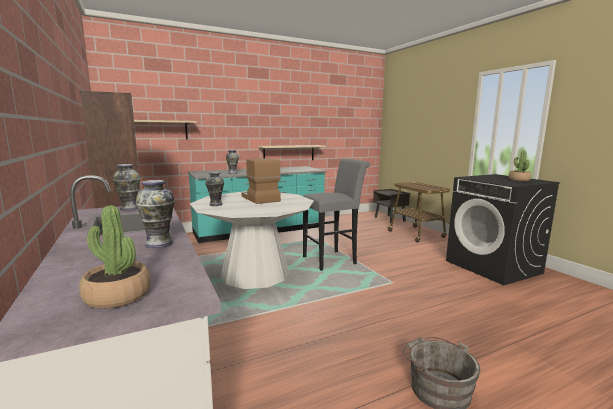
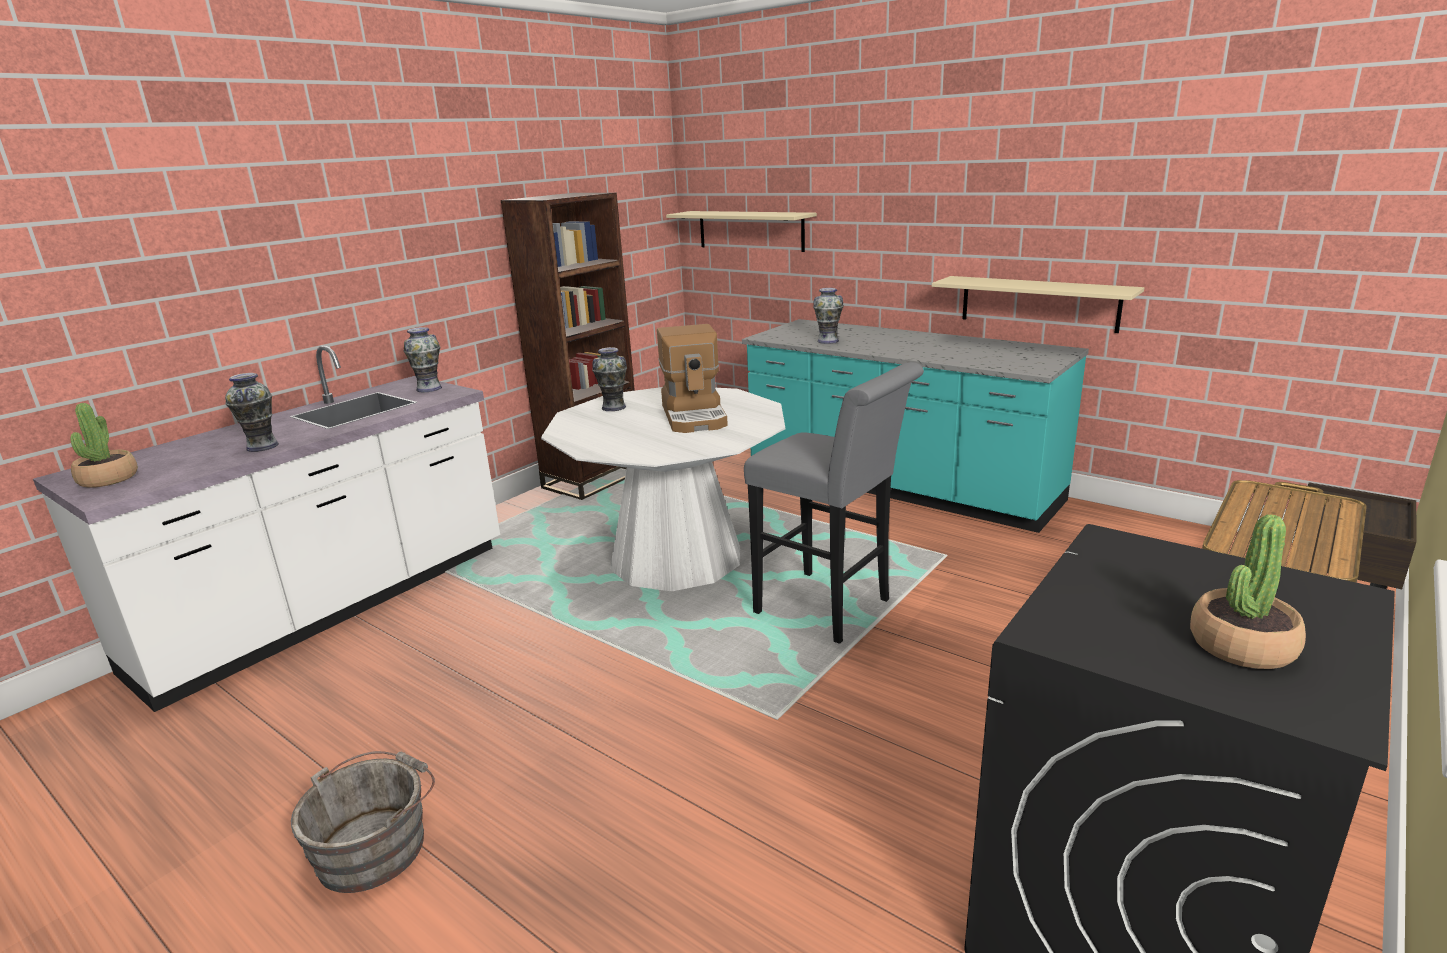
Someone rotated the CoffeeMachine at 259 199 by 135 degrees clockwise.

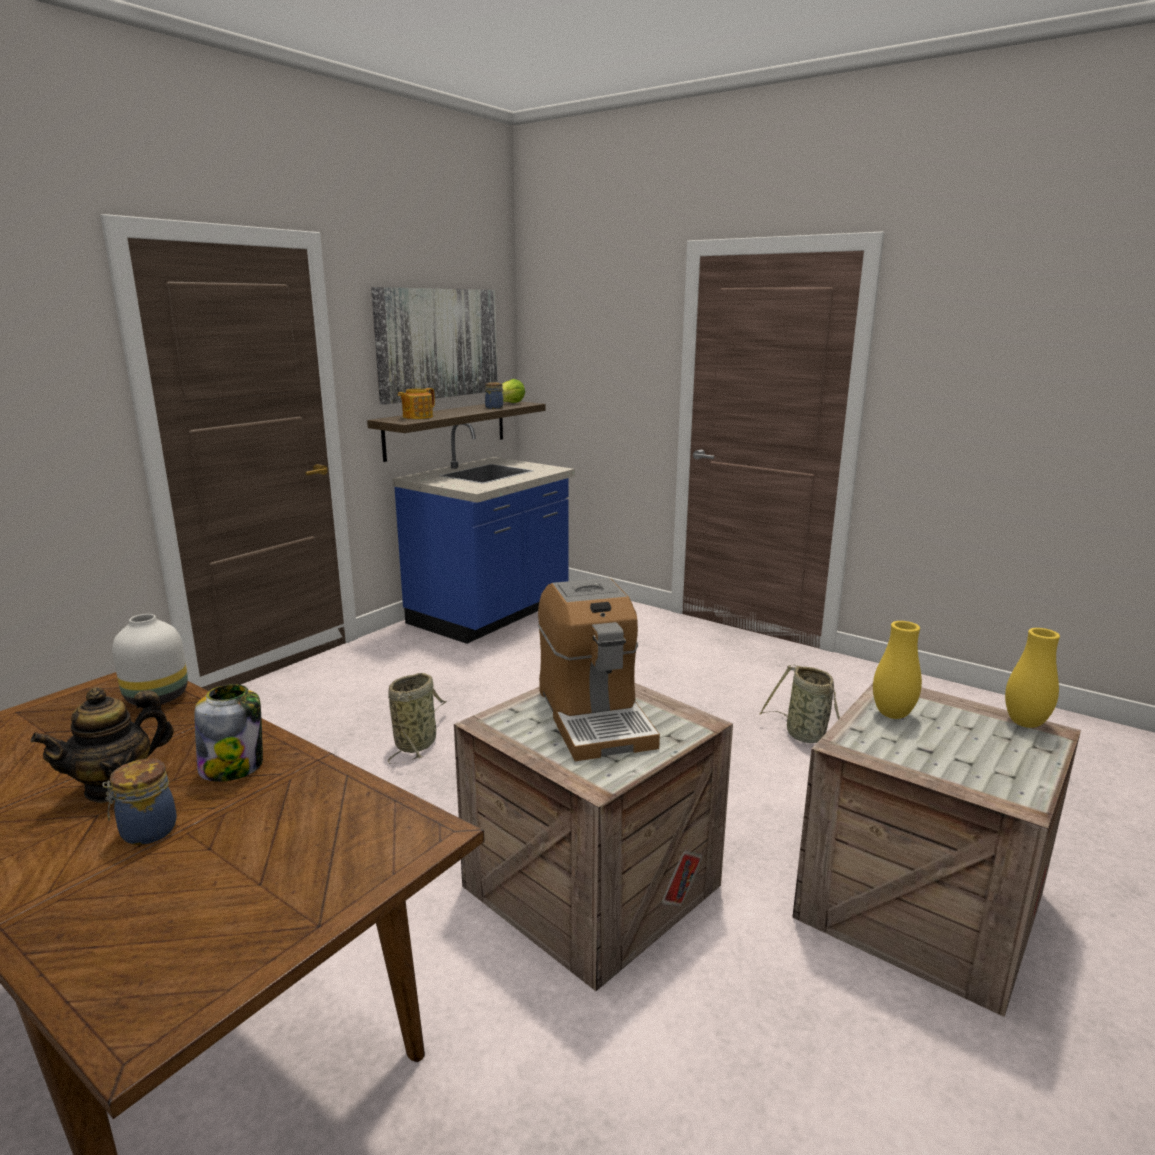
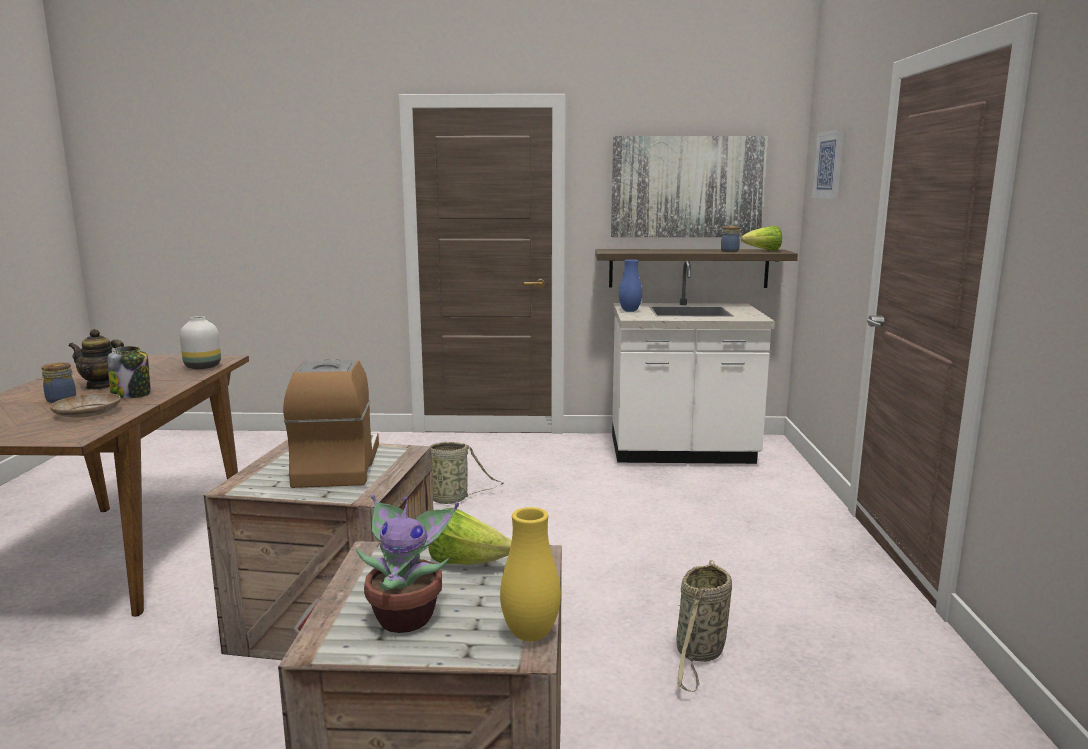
Someone took away the Teapot at 417 417. Someone repainted the BlueCounter at 491 614, which became the WhiteCounter at 682 452. Someone rotated the CoffeeMachine at 594 717 by 135 degrees clockwise. Someone swapped the YellowVase at 892 714 for the Lettuce at 467 563. Someone put up the Picture at 829 164. Someone put down the BlueVase at 630 311. Someone put down the BeigePlate at 87 413. Someone put down the PottedPlant at 407 617.

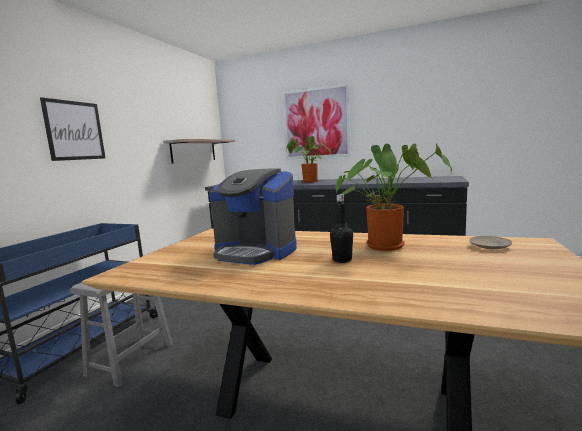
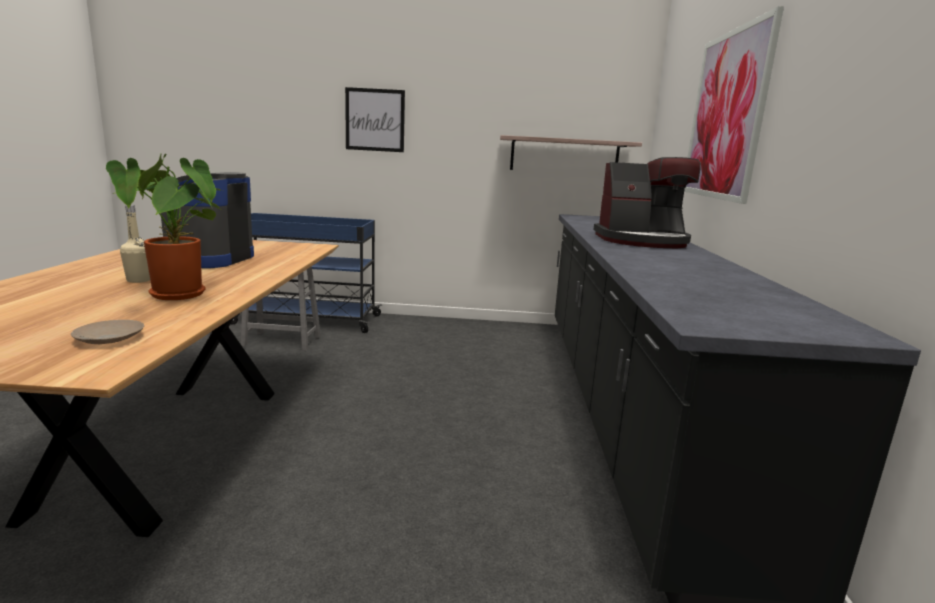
Someone swapped the PottedPlant at 308 181 for the CoffeeMachine at 642 241. Someone repainted the BlackBottle at 342 260, which became the BeigeBottle at 139 280.

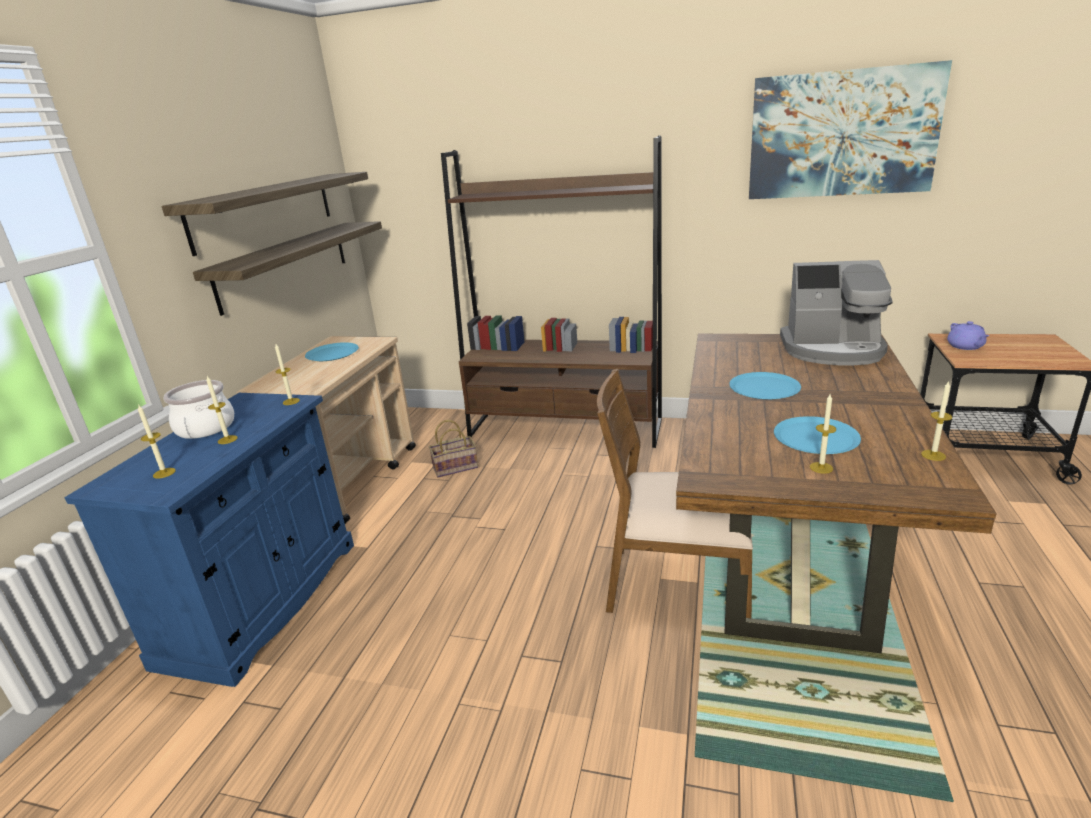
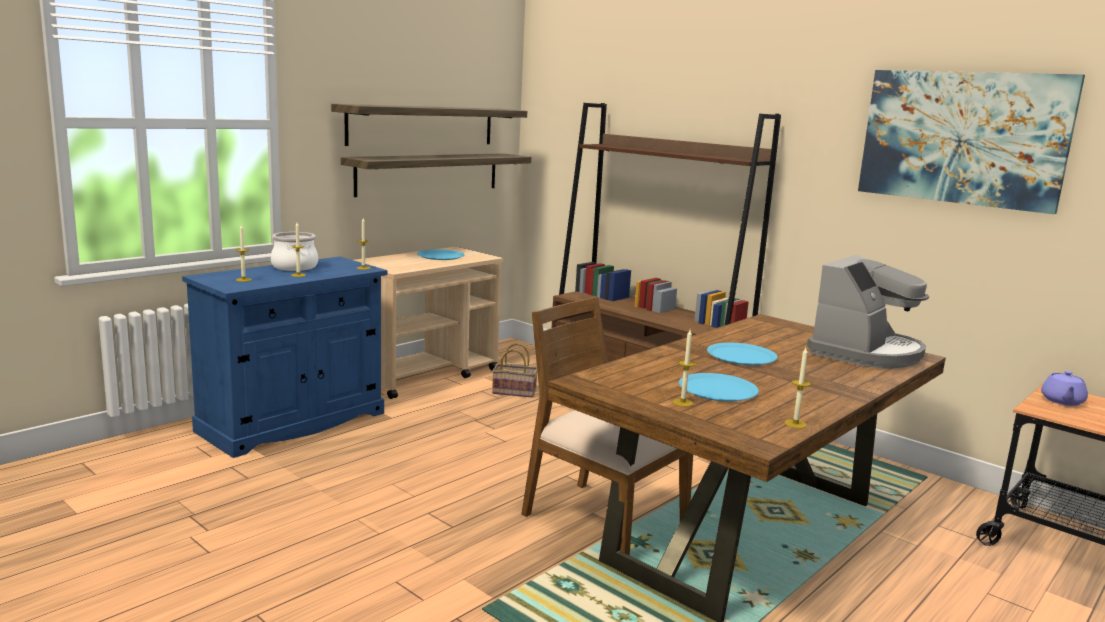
Someone rotated the CoffeeMachine at 833 350 by 90 degrees counterclockwise.

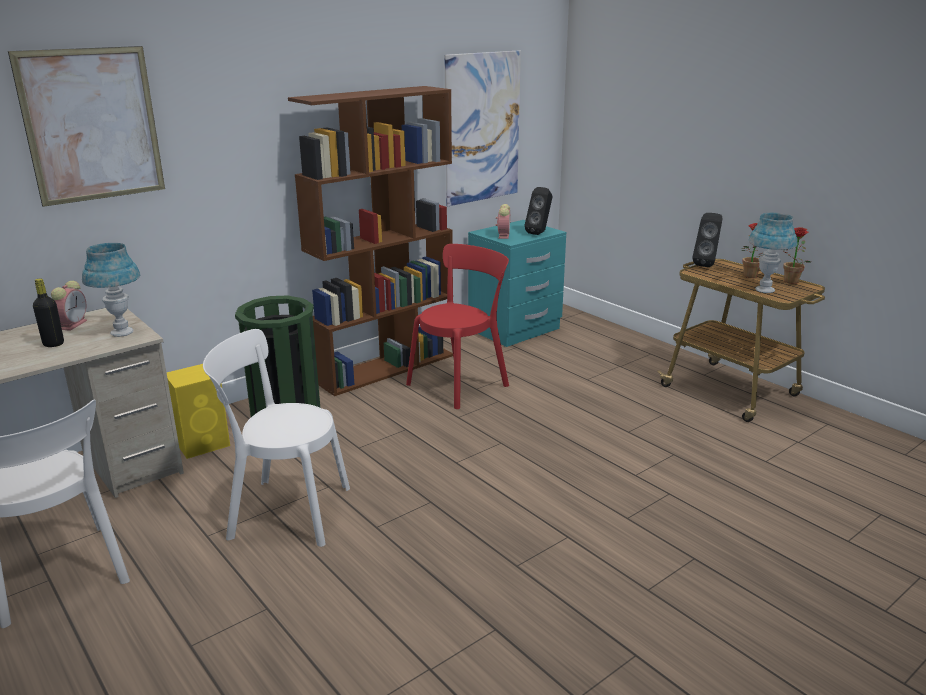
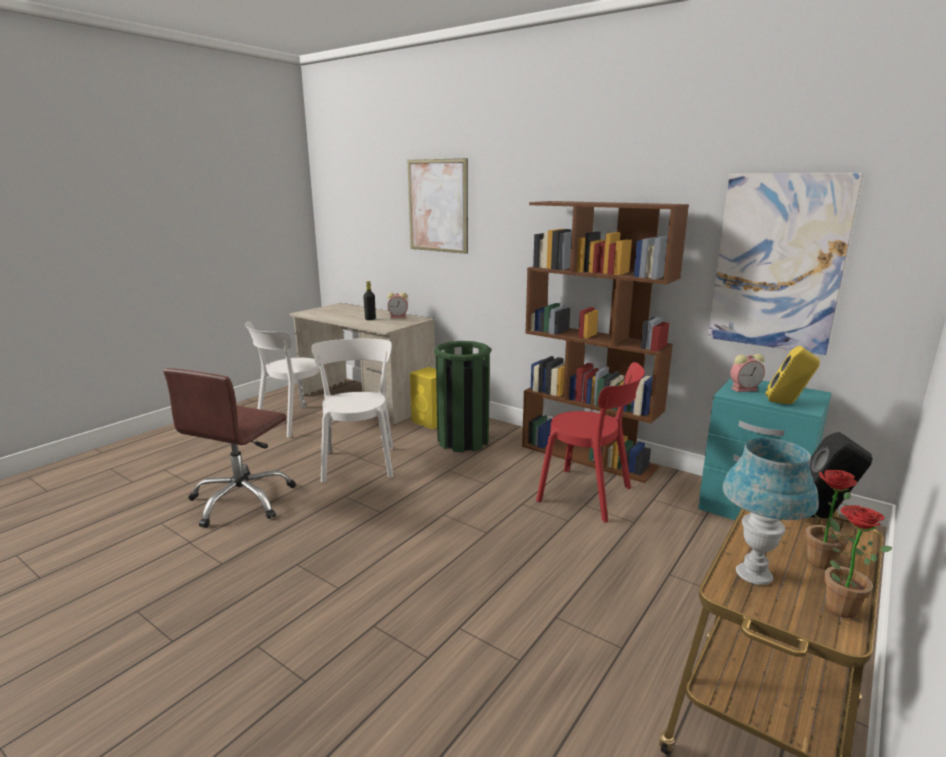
Someone repainted the BlackSpeaker at 539 233, which became the YellowSpeaker at 787 404. Someone took away the BlueTableLamp at 122 332. Someone put down the BrownOfficeChair at 242 500.

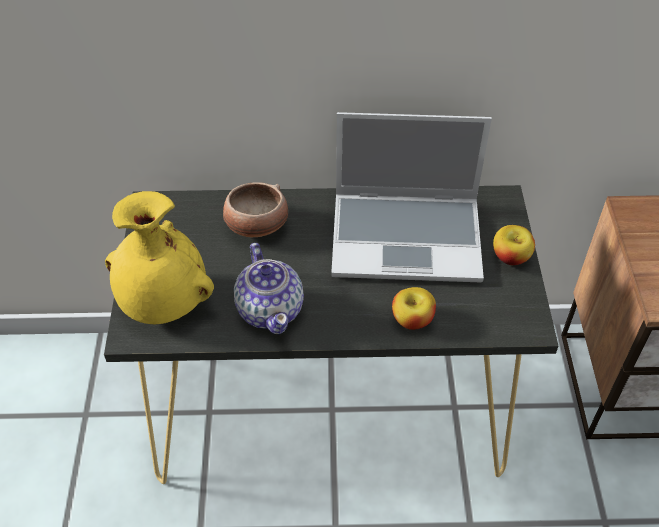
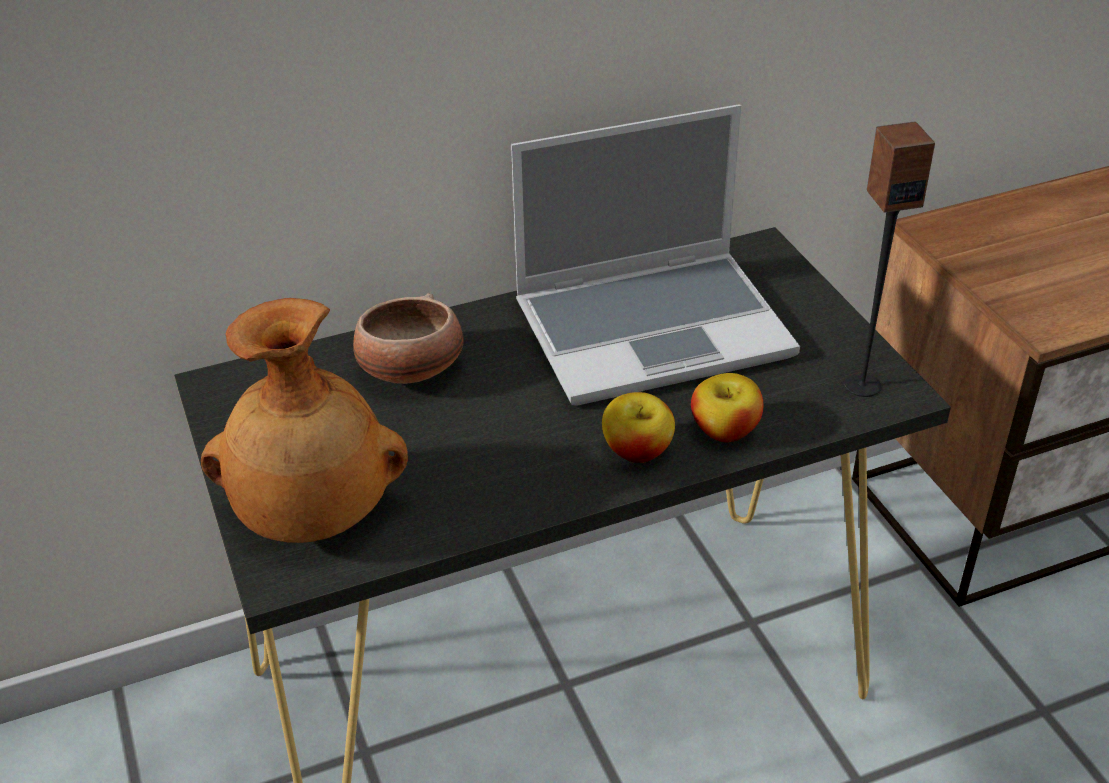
Someone repainted the YellowVase at 163 304, which became the BrownVase at 314 516. Someone carried the Apple from 510 257 to 637 451. Someone took away the Teapot at 270 309. Someone put down the Speaker at 862 384.

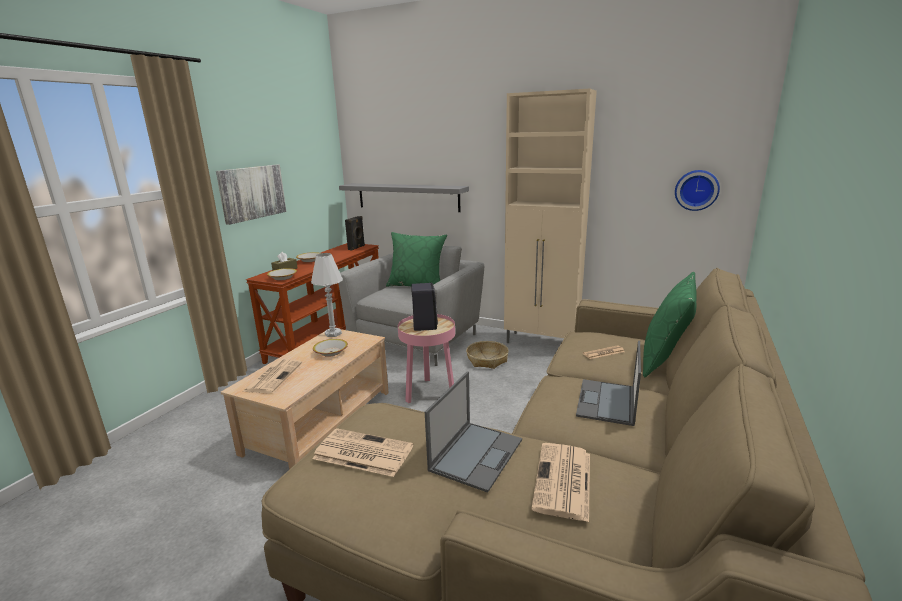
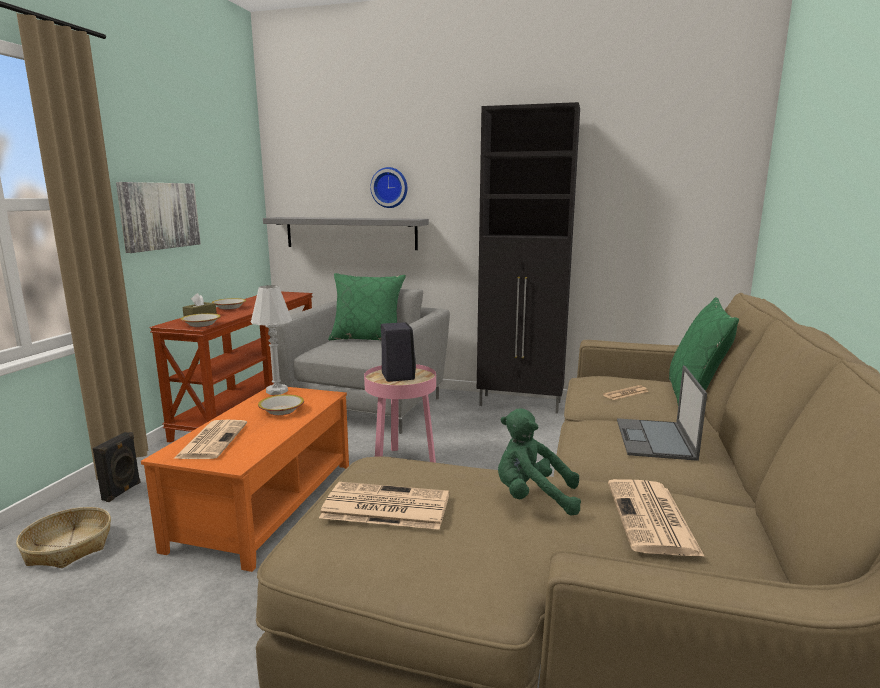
Someone repainted the BeigeCabinet at 542 343, which became the BlackCabinet at 521 404. Someone carried the WallClock from 696 190 to 390 187. Someone carried the BlackSpeaker from 357 247 to 122 491. Someone repainted the BeigeCoffeeTable at 320 421, which became the OrangeCoffeeTable at 267 504. Someone carried the Basket from 487 360 to 69 547. Someone swapped the Laptop at 476 454 for the GreenPlushToy at 533 498.

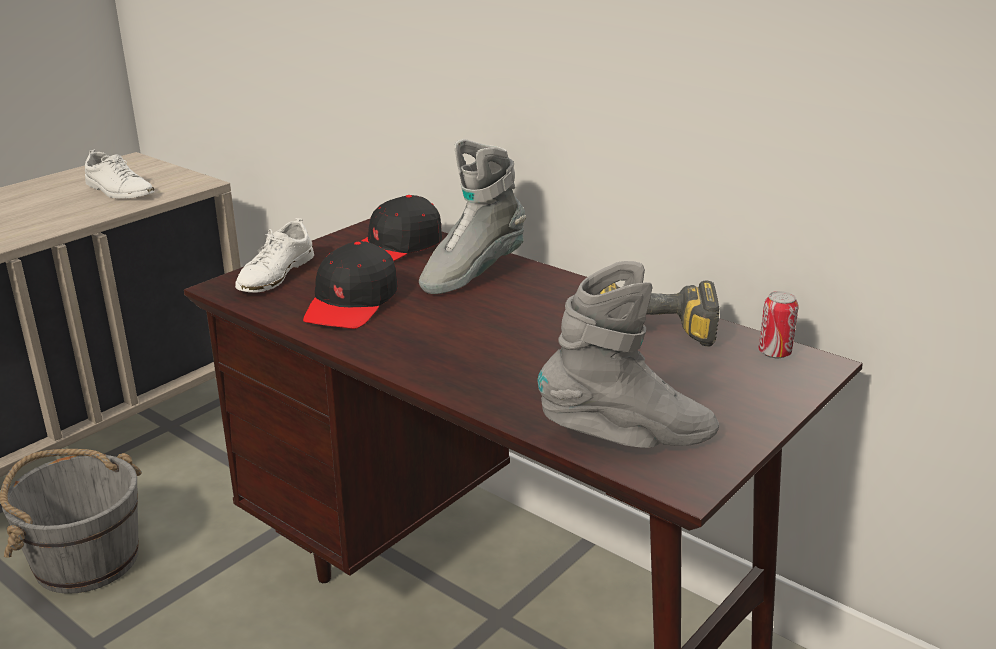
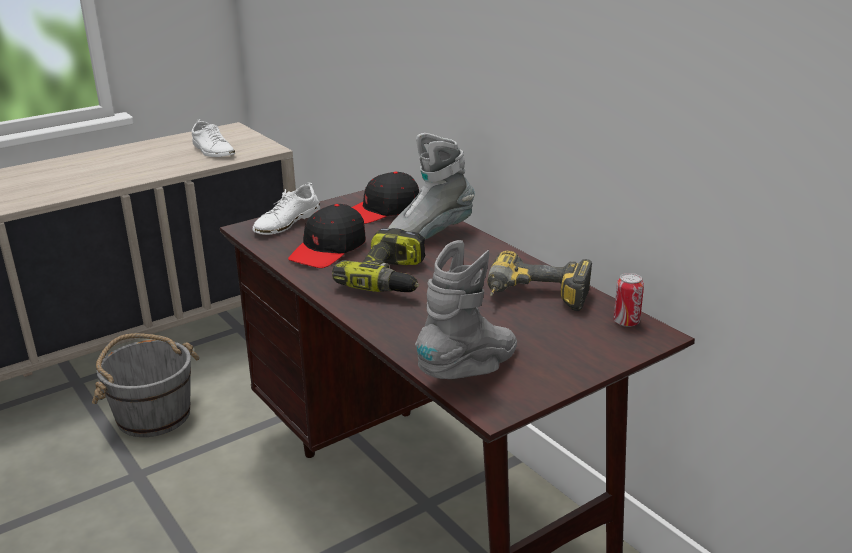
Someone rotated the GreyBoot at 627 439 by 60 degrees counterclockwise. Someone put down the PowerDrill at 391 278.

